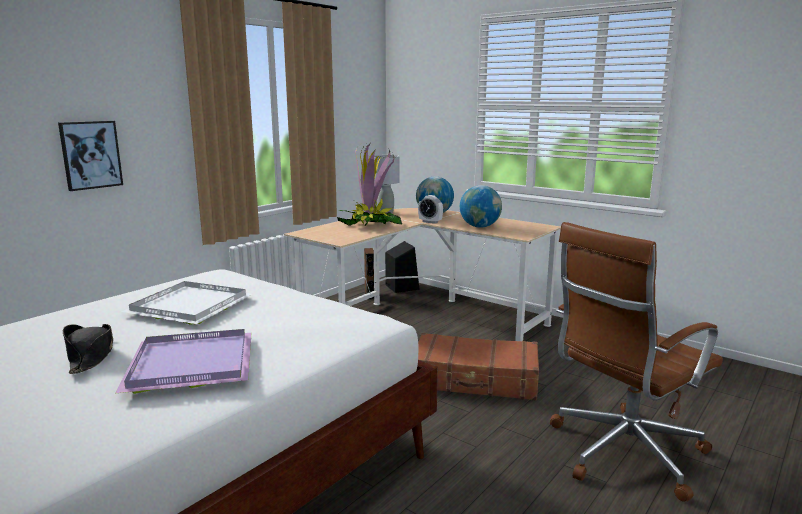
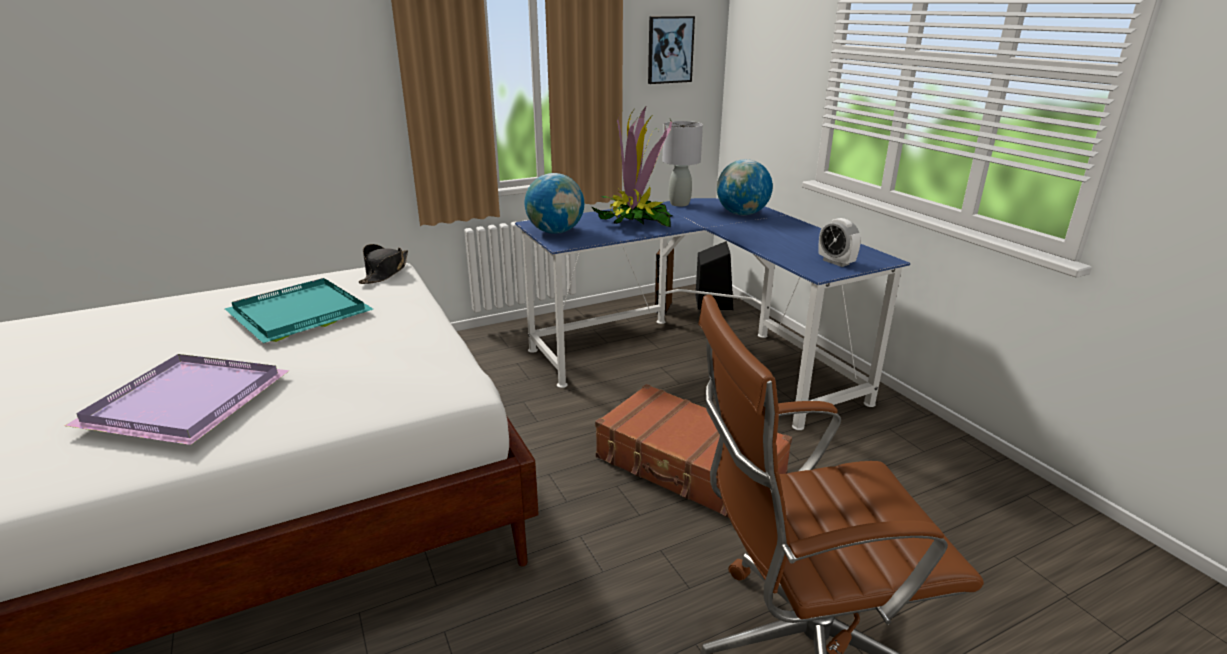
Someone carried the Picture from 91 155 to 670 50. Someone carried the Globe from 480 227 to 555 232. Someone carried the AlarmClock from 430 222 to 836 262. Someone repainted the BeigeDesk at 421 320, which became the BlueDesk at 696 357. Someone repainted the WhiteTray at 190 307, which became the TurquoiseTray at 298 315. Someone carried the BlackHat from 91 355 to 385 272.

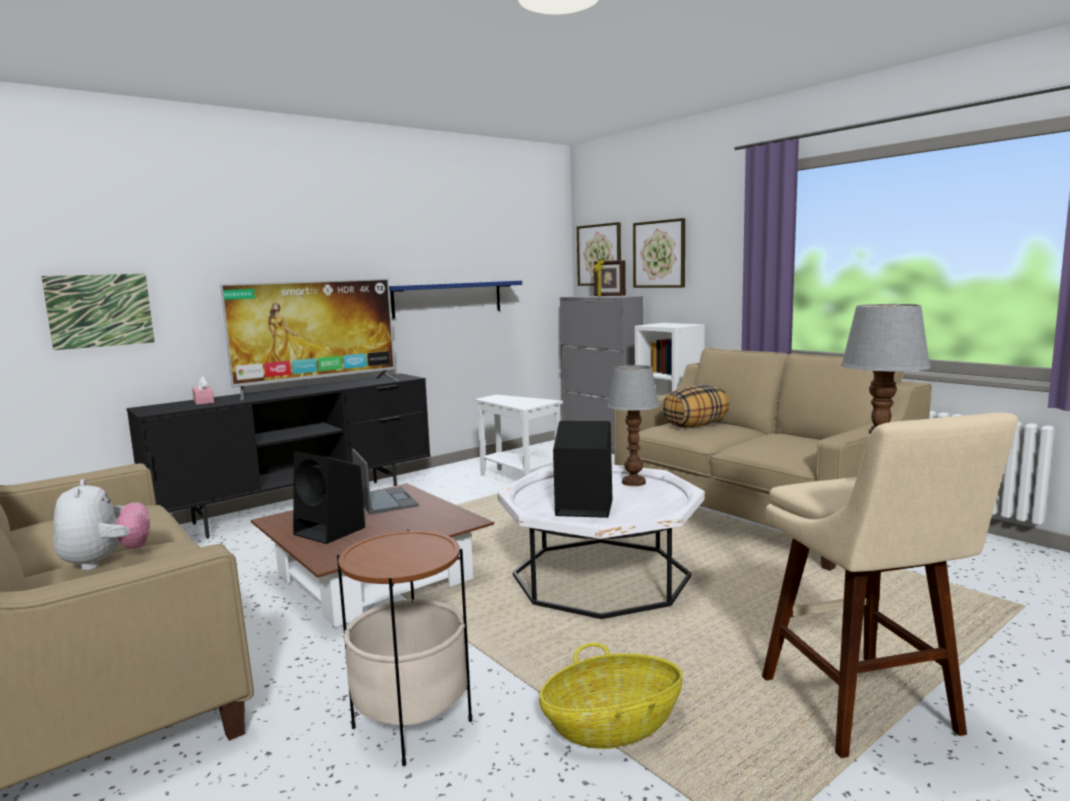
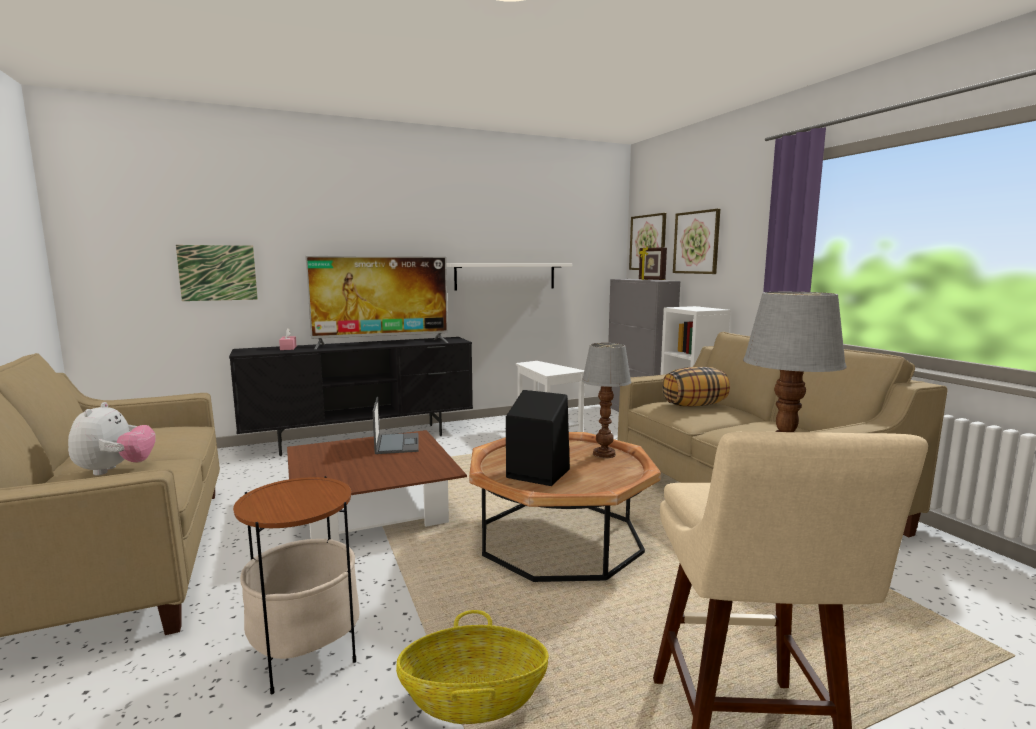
Someone repainted the BlueShelf at 448 298, which became the WhiteShelf at 505 276. Someone took away the BlackSpeaker at 331 531. Someone repainted the WhiteCoffeeTable at 601 576, which became the BrownCoffeeTable at 560 538.

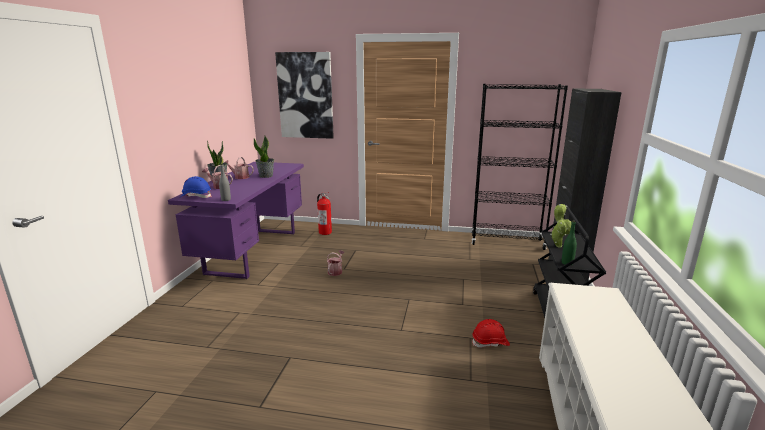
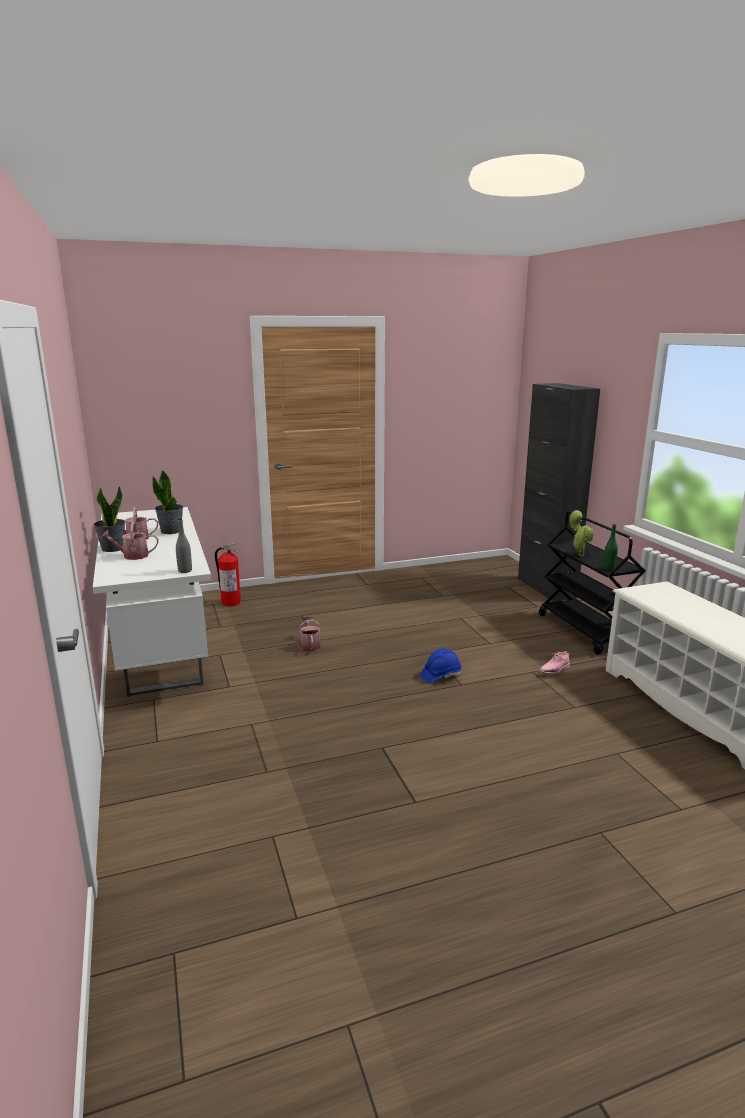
Someone took away the Picture at 305 96. Someone took away the BlackBookcase at 507 242. Someone repainted the PurpleDesk at 253 251, which became the WhiteDesk at 159 649. Someone carried the BlueHardHat from 196 197 to 440 675. Someone swapped the RedHardHat at 490 343 for the PinkShoe at 554 670.

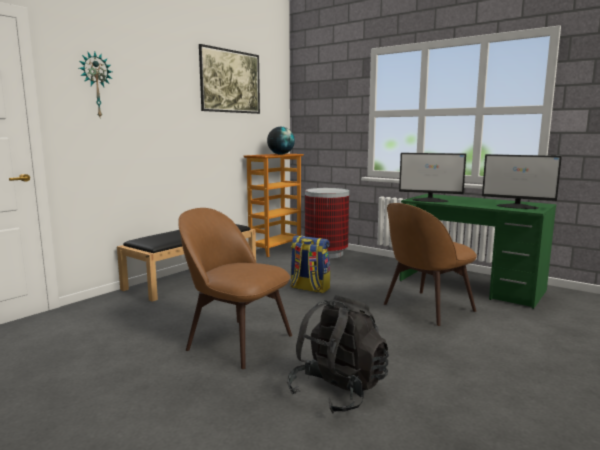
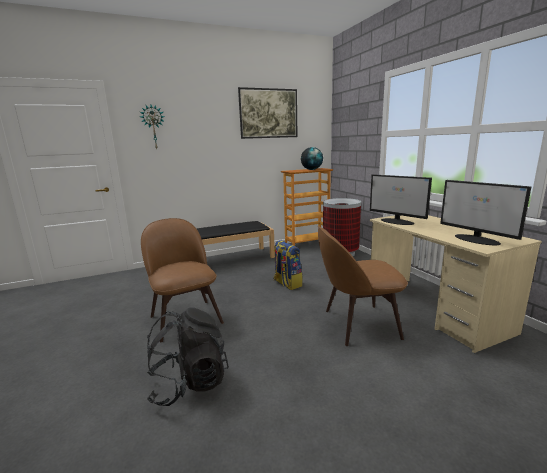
Someone repainted the GreenDesk at 470 286, which became the BeigeDesk at 434 309.

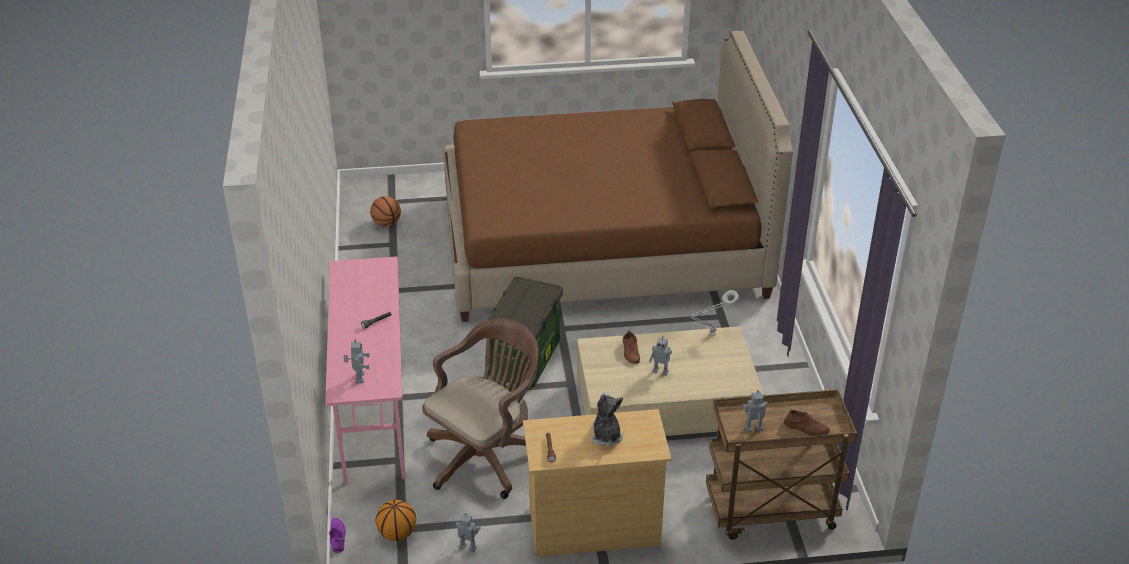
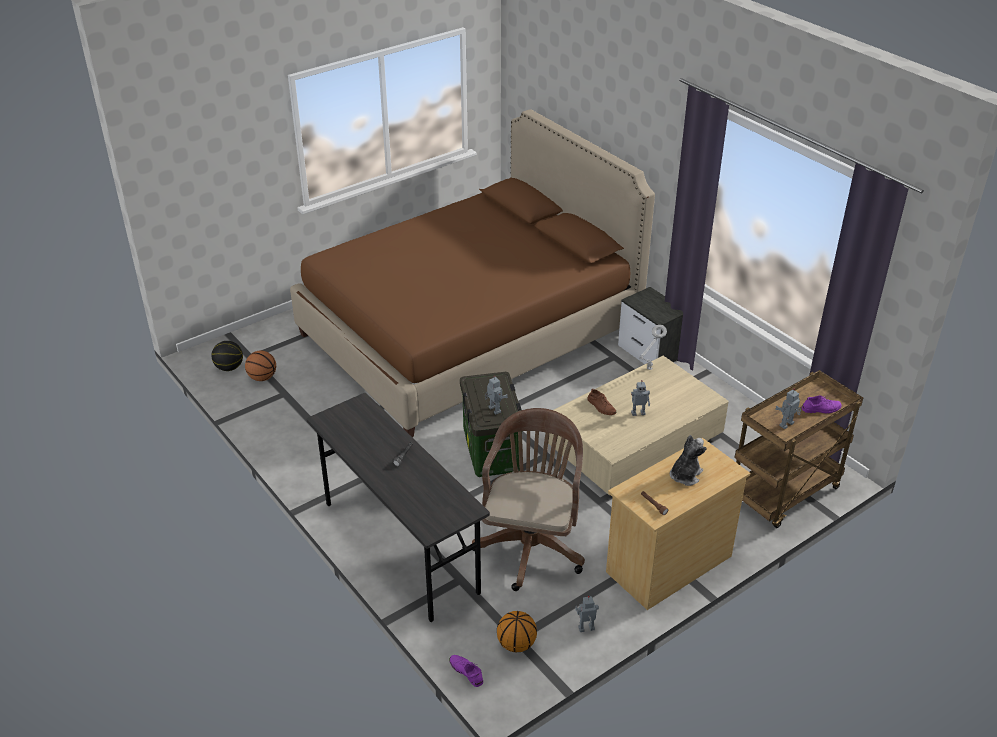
Someone repainted the PinkDesk at 373 411, which became the GreyDesk at 399 547. Someone carried the ToyRobot from 358 378 to 494 410. Someone rotated the PlushToy at 606 435 by 75 degrees clockwise. Someone repainted the BrownShoe at 806 428, which became the PurpleShoe at 821 409. Someone put down the Nightstand at 650 353. Someone put down the Basketball at 229 367.

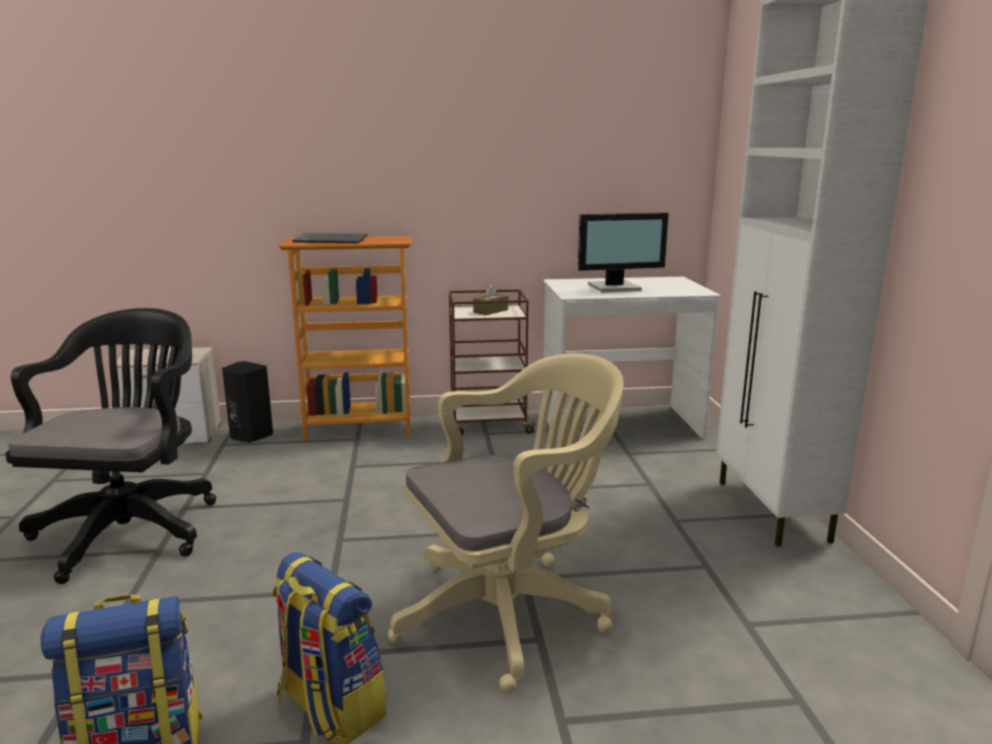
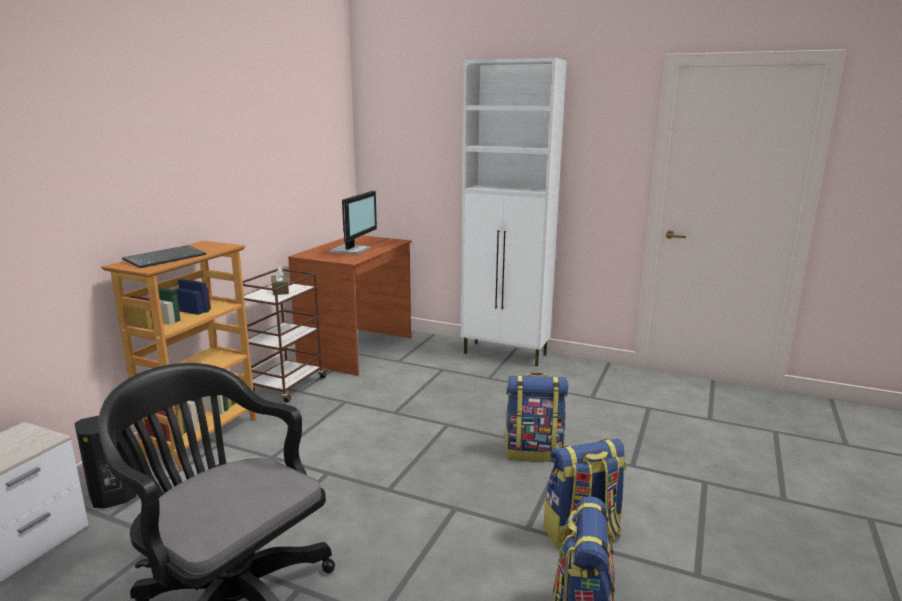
Someone repainted the WhiteDesk at 620 425, which became the BrownDesk at 357 350. Someone swapped the BeigeOfficeChair at 509 612 for the Backpack at 534 451.

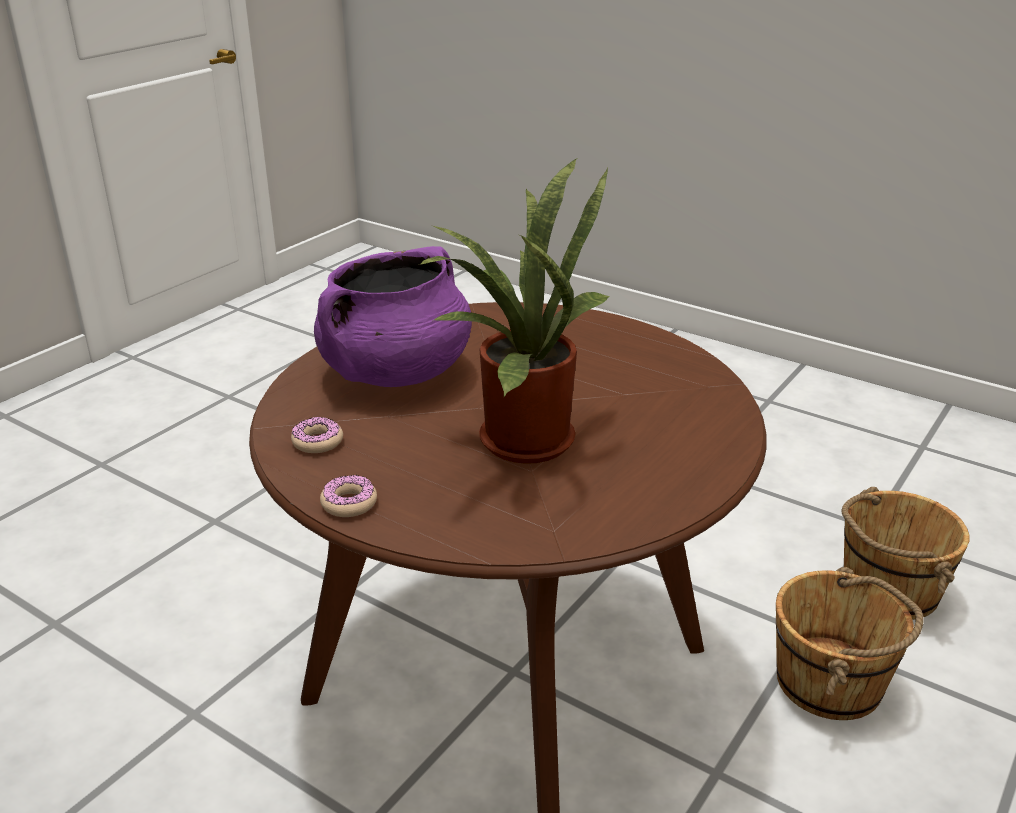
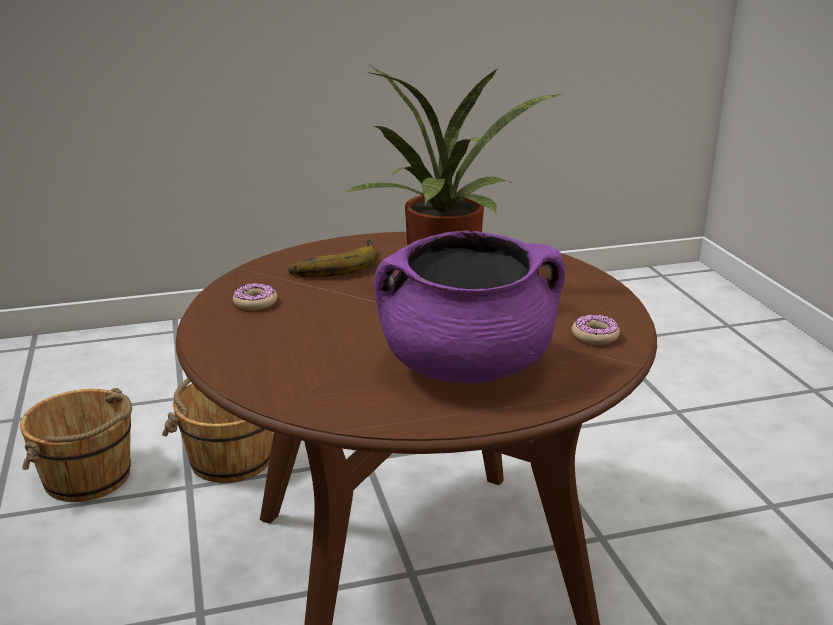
Someone carried the Donut from 349 503 to 255 303. Someone put down the Banana at 333 265.

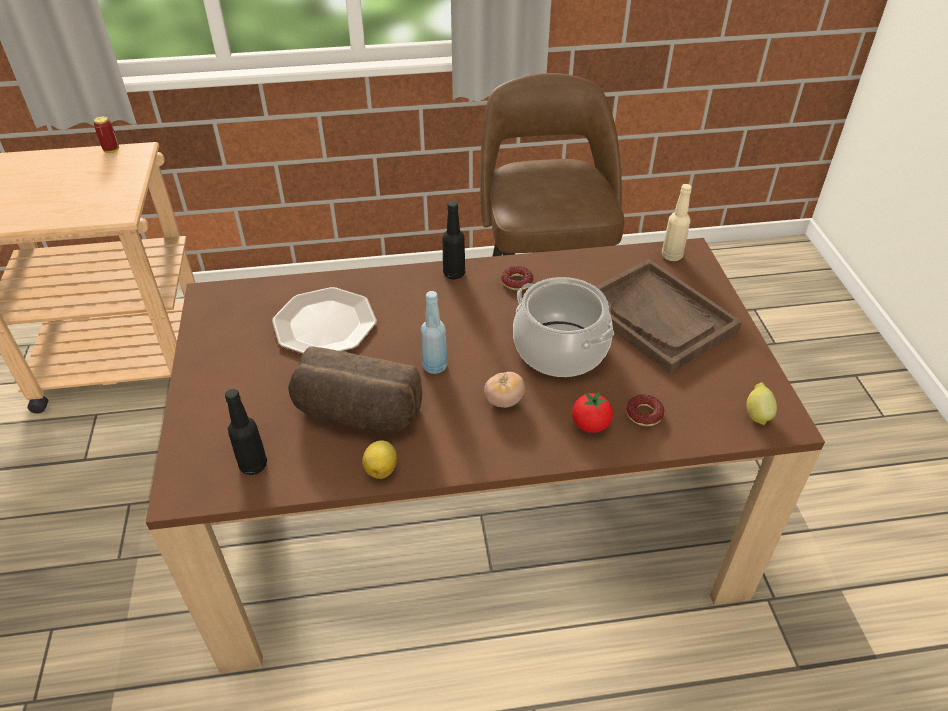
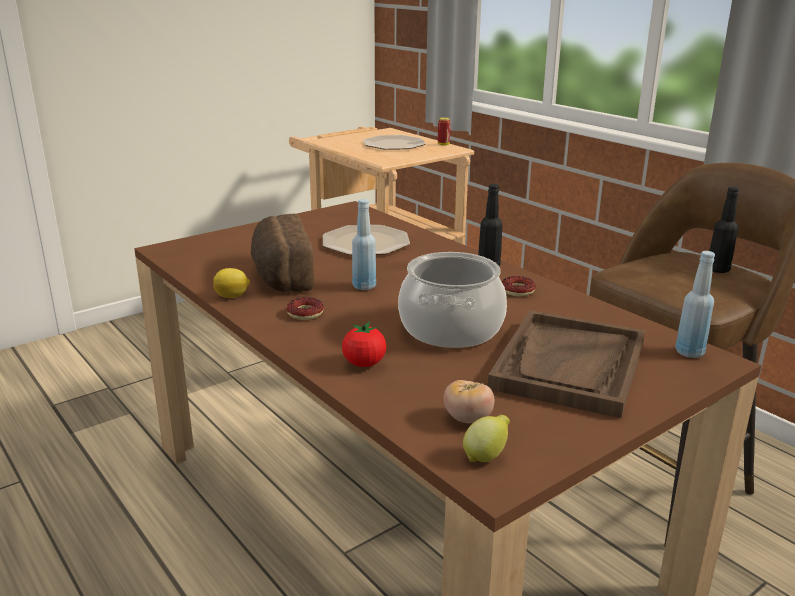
Someone repainted the BeigeBottle at 671 256, which became the BlueBottle at 689 352. Someone carried the Tomato from 504 401 to 468 419. Someone carried the BlackBottle from 253 465 to 718 269. Someone carried the Donut from 644 414 to 305 313. Someone put down the Plate at 394 144.

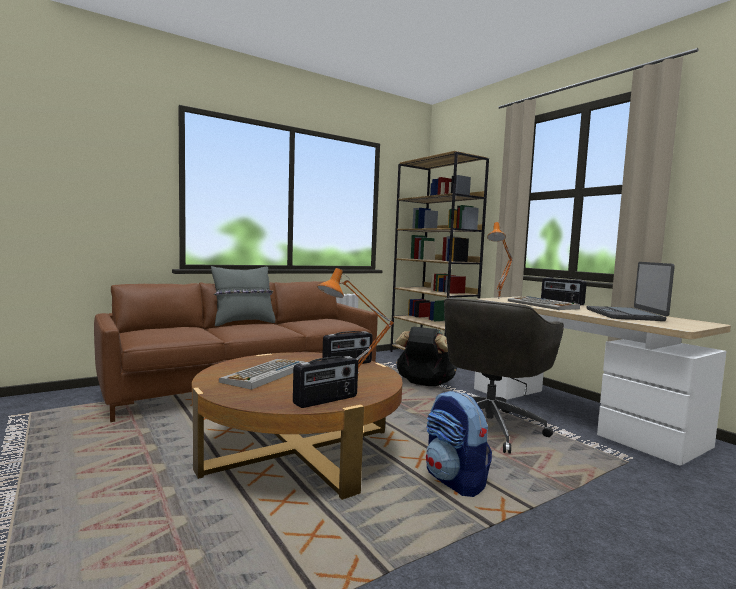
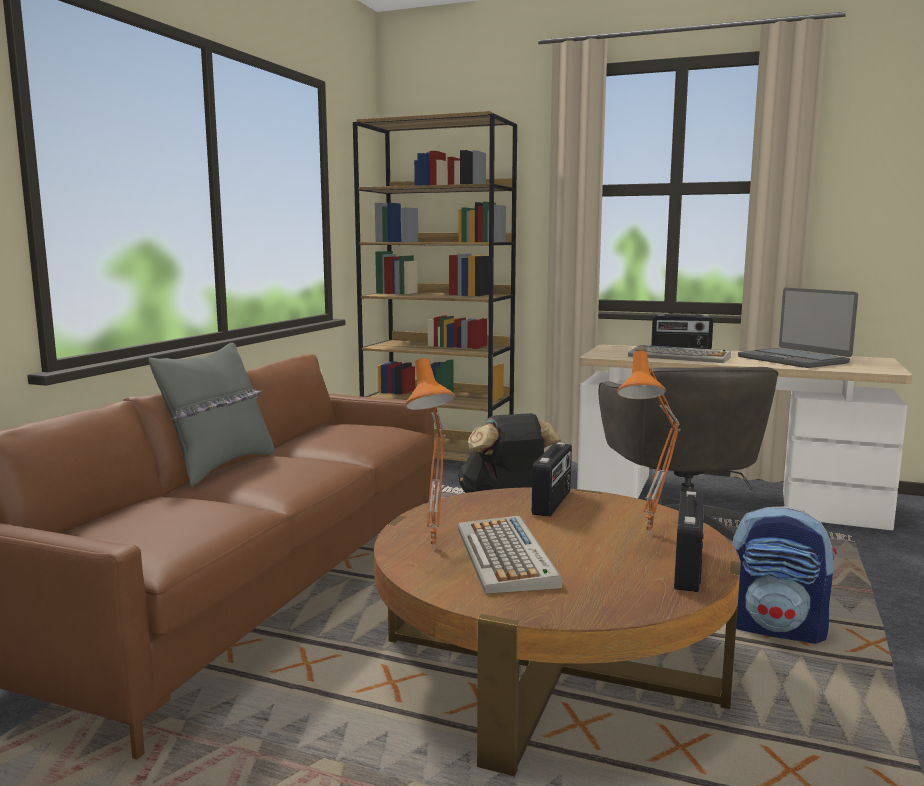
Someone carried the OrangeTableLamp from 500 299 to 437 548.

